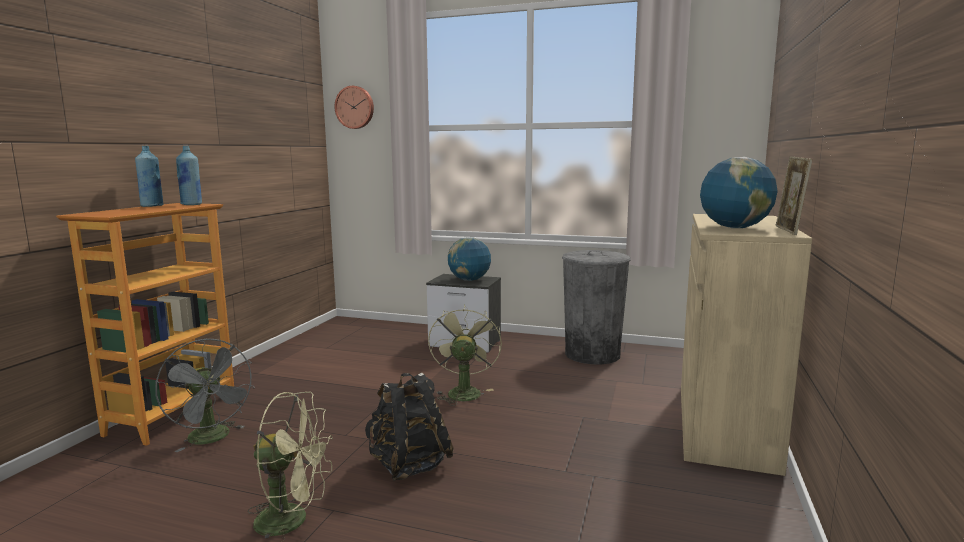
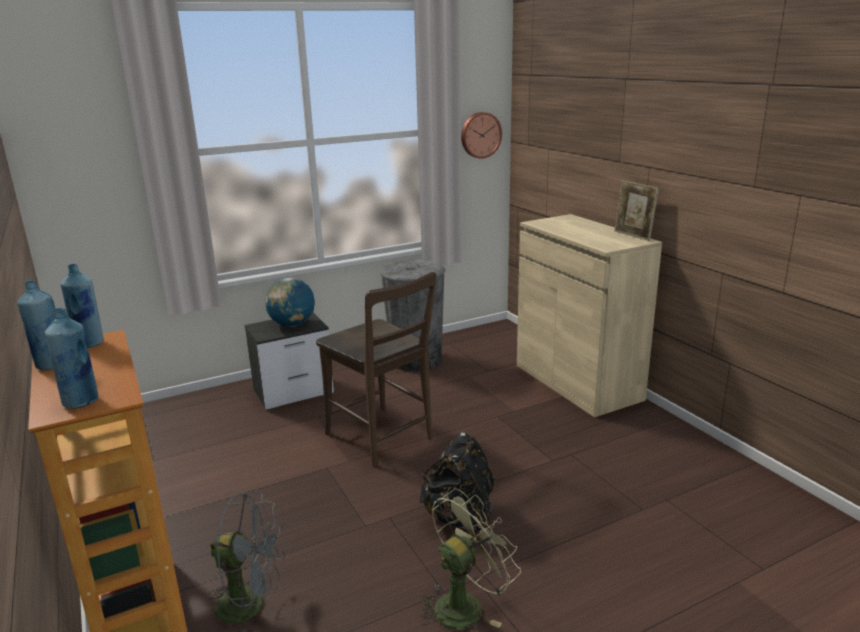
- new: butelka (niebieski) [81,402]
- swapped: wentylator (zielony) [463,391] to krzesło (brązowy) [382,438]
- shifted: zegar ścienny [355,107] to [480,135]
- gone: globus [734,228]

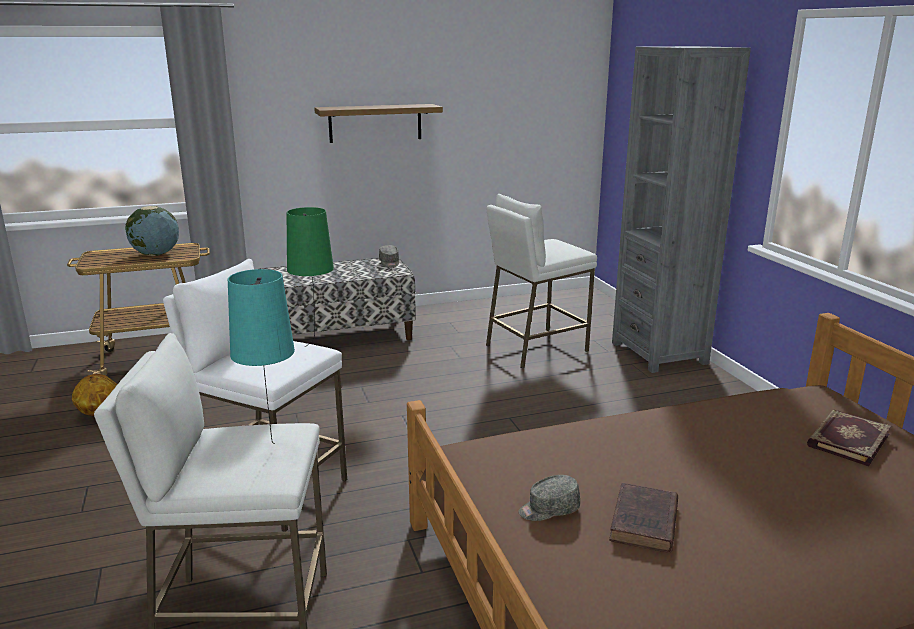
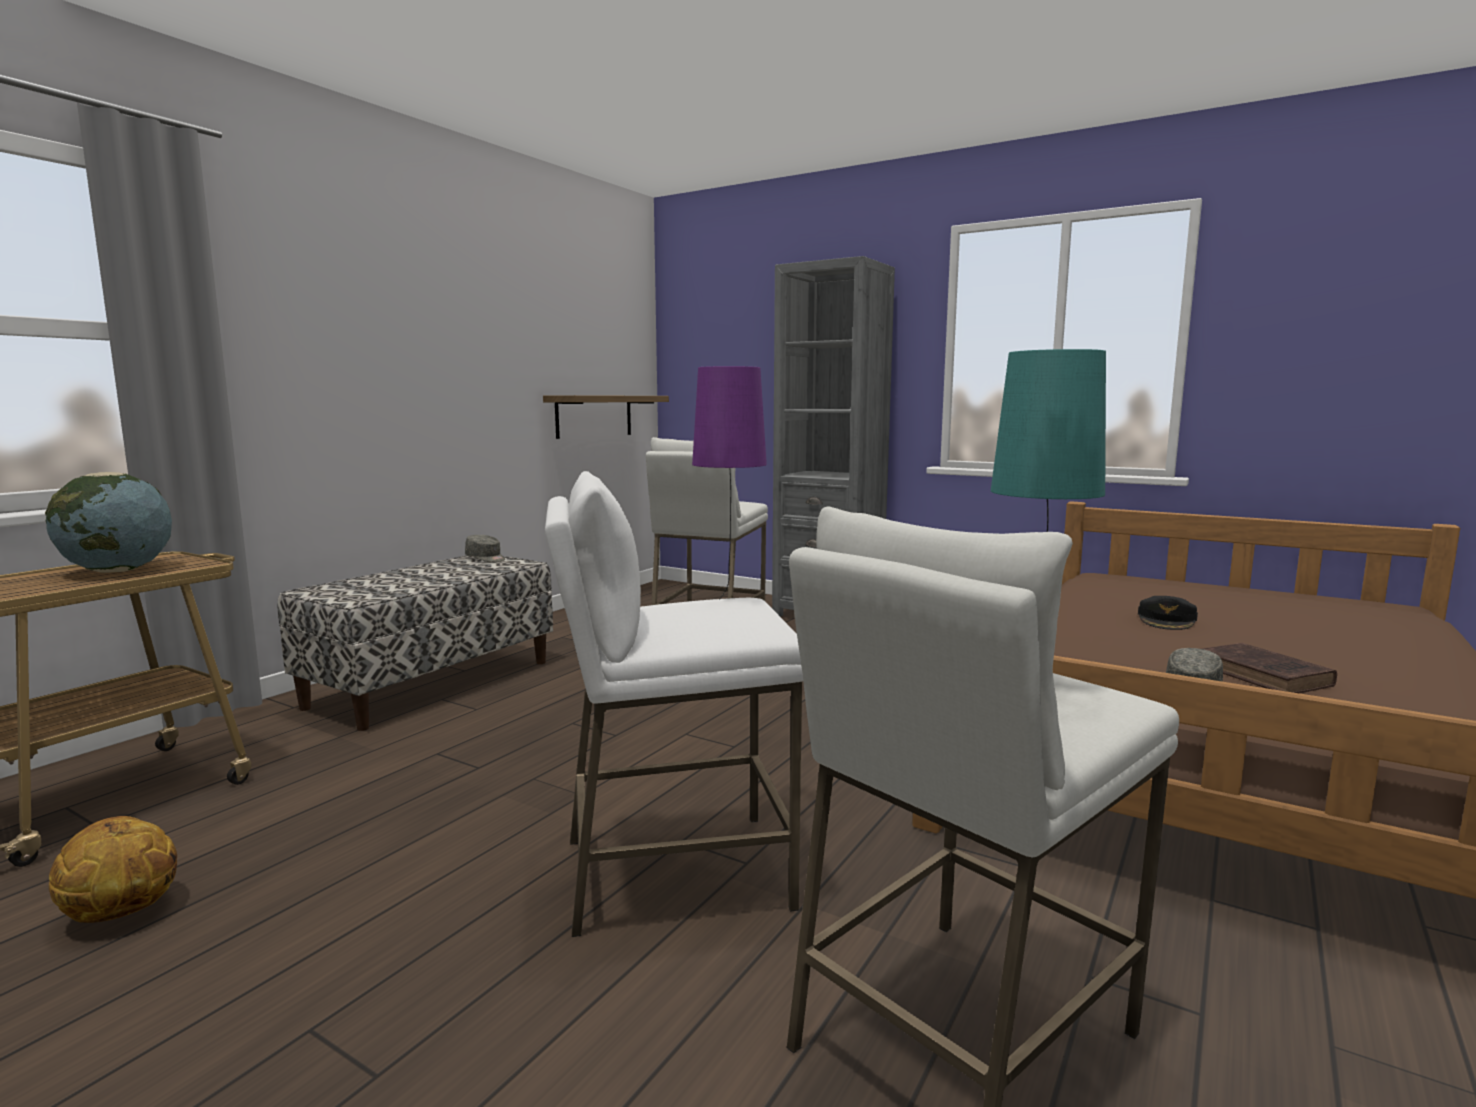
- shifted: półka [375,123] to [594,416]
- repainted: lampa stołowa (zielony) [316,345] to lampa stołowa (fioletowy) [729,595]
- new: czapka z daszkiem (czarny) [1167,620]
- gone: książka [846,439]

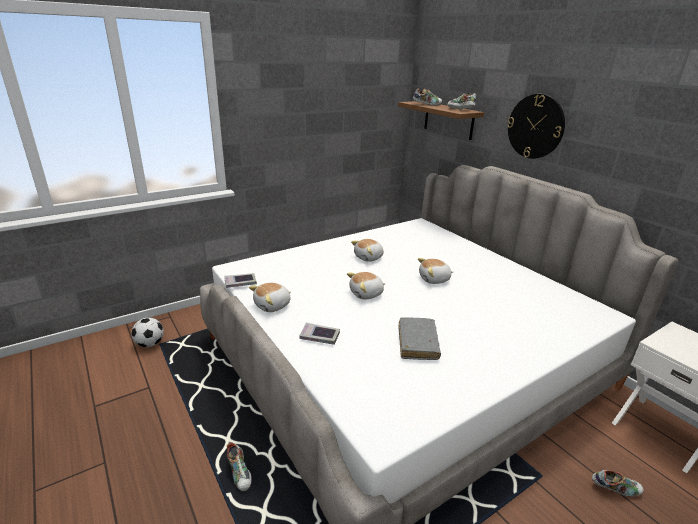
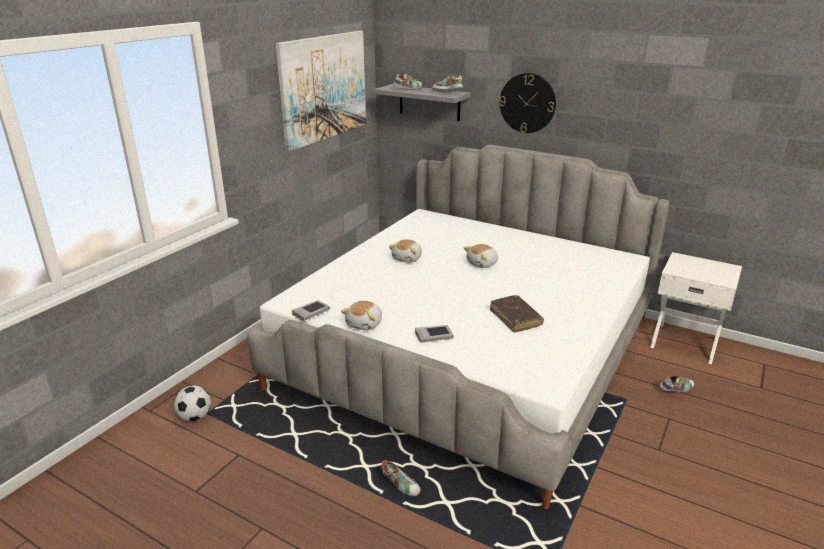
- new: obraz [324,88]
- repainted: półka (brązowy) [448,120] to półka (szary) [429,102]
- repainted: książka (szary) [417,343] to książka (brązowy) [515,318]
- gone: pluszak [366,294]

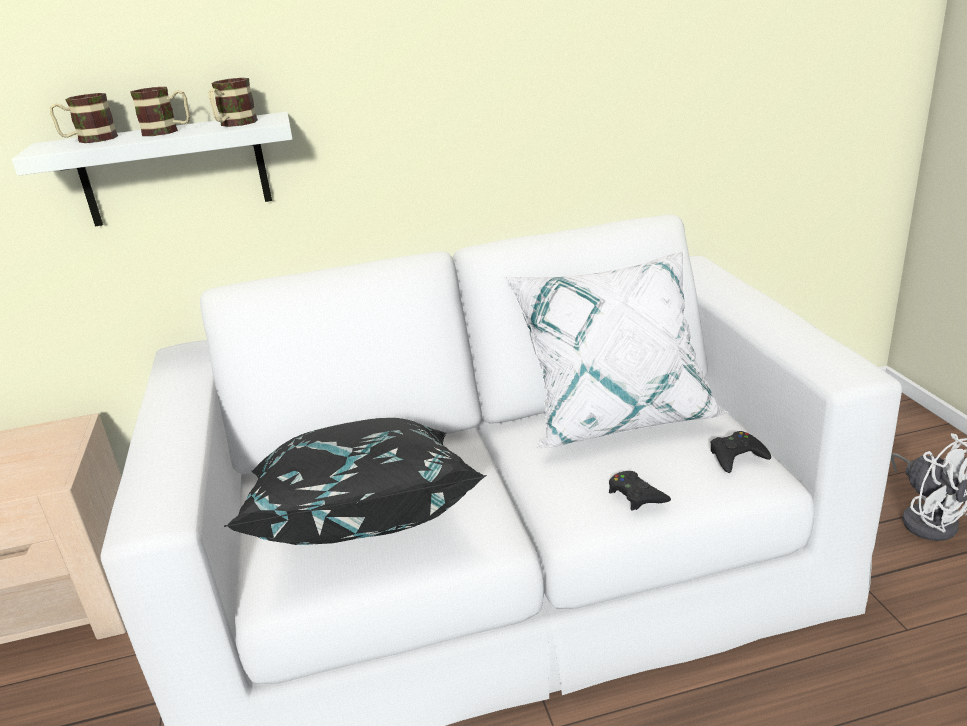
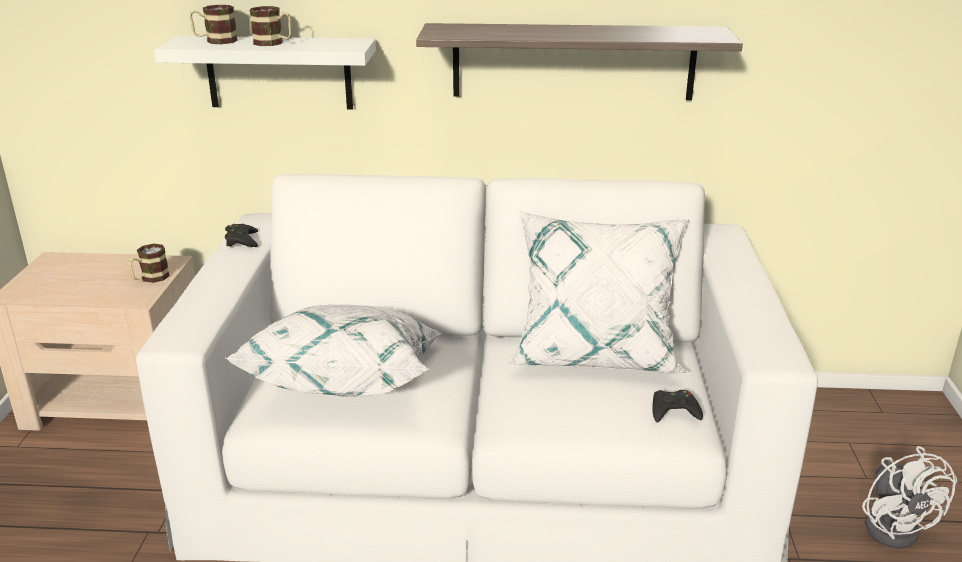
- shifted: kubek [234,124] to [150,278]
- shifted: pad do gier (czarny) [636,495] to [242,240]
- repainted: poduszka (czarny) [362,513] to poduszka (biały) [347,380]
- new: półka [573,61]

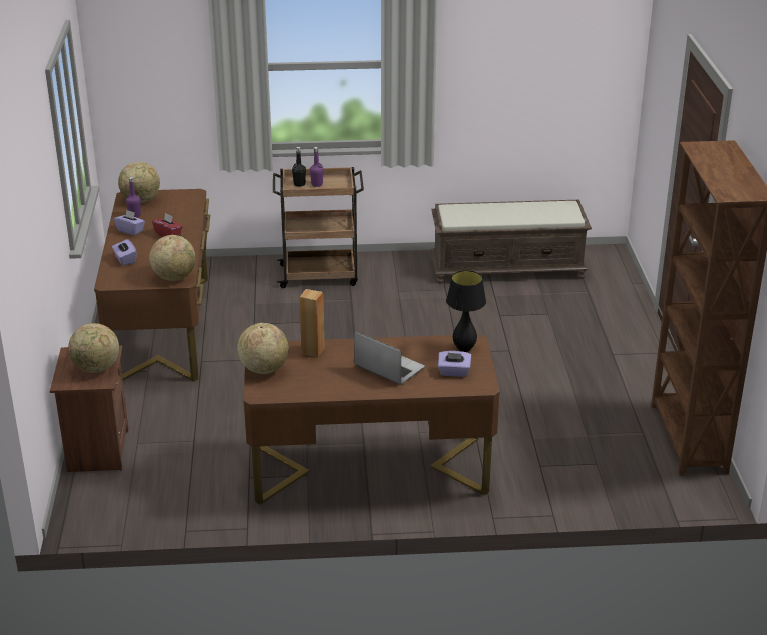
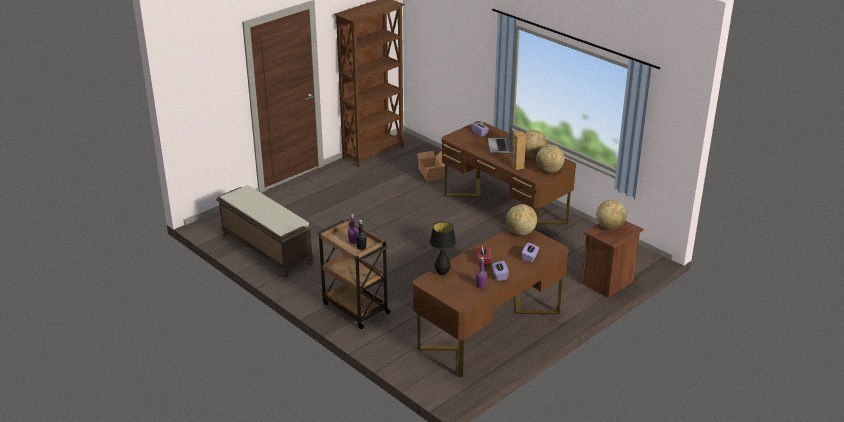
- new: karton [432,173]
- shifted: lampa stołowa (czarny) [464,349] to [442,273]
- shifted: globus [141,200] to [532,155]

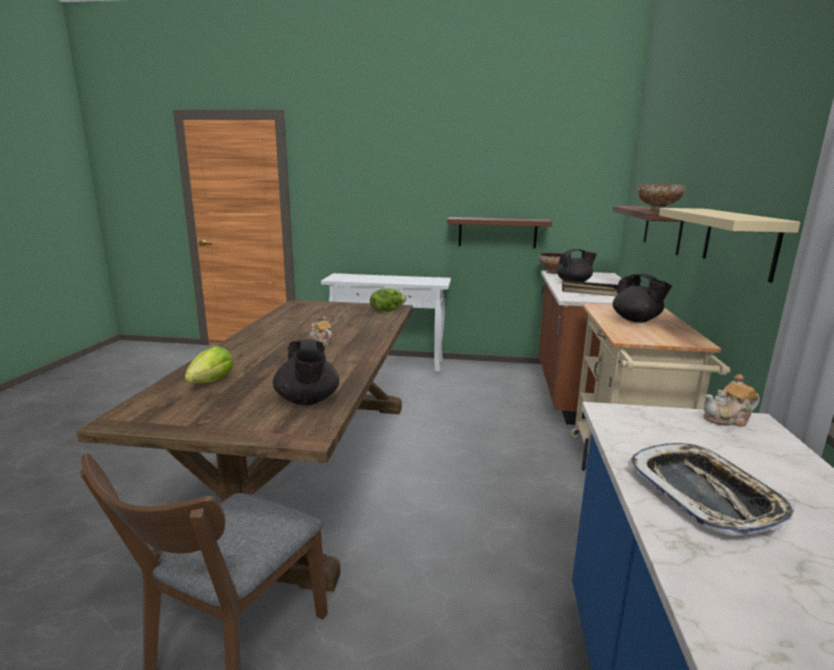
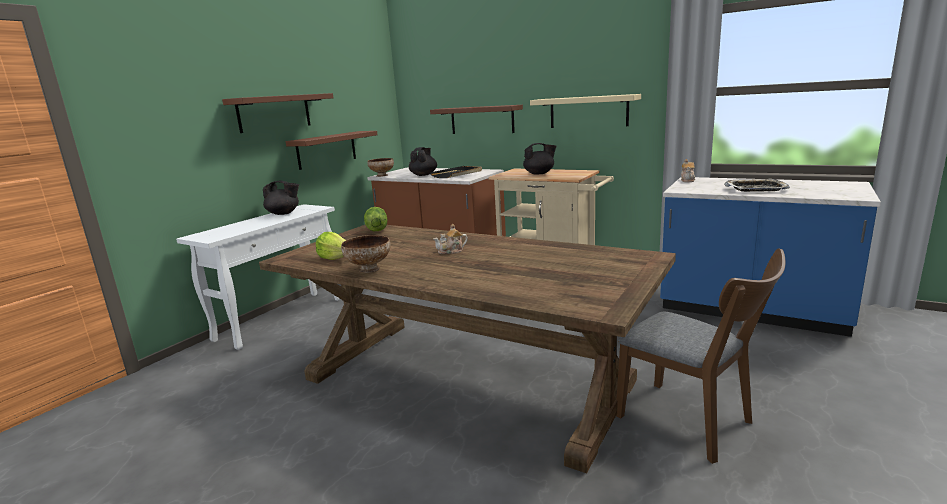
- new: półka (brązowy) [274,113]
- shifted: imbryk (czarny) [307,401] to [284,213]
- shifted: sałata [212,382] to [335,259]
- shifted: miska [657,211] to [368,269]

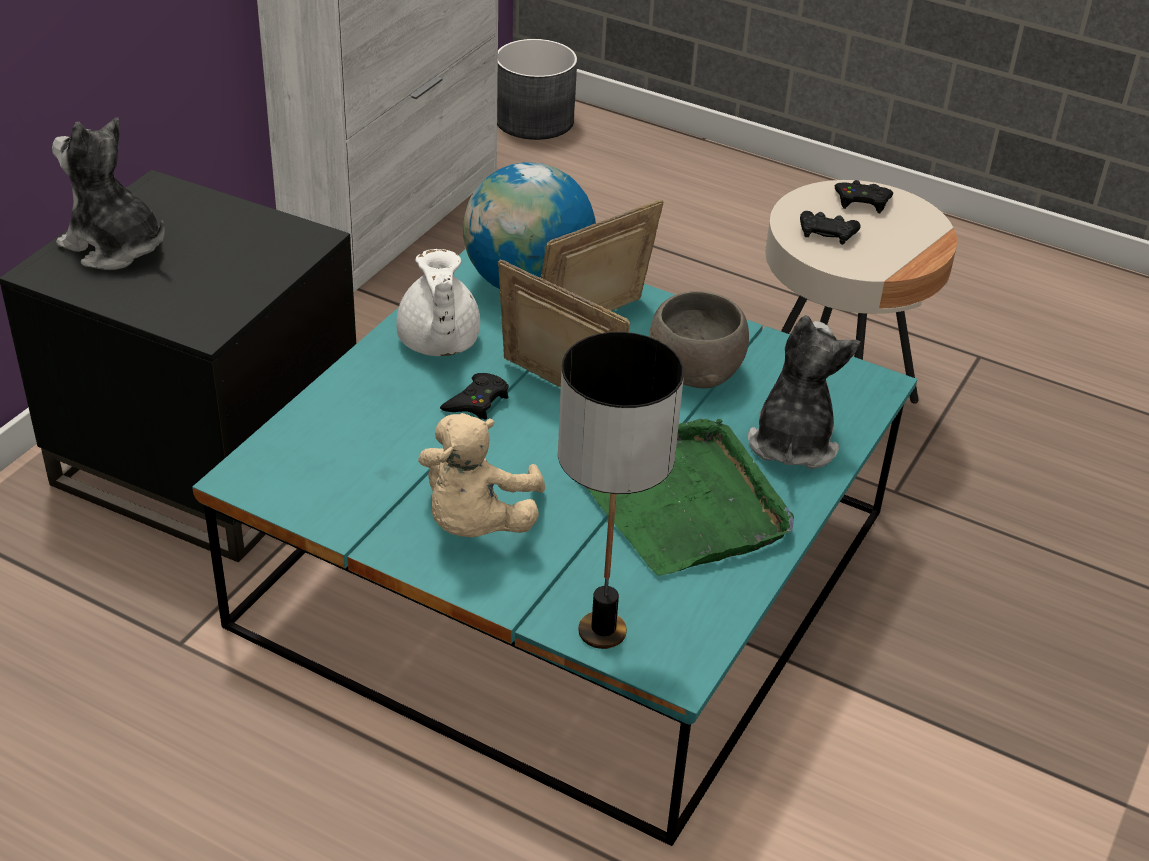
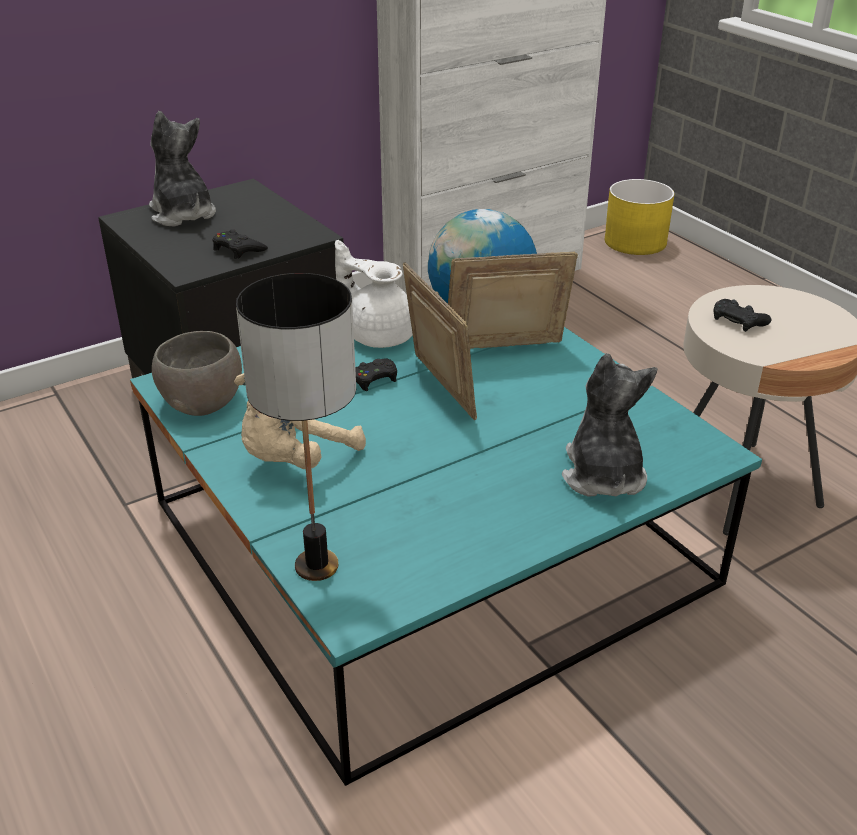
- shifted: miska (szary) [694,371] to [201,401]
- shifted: pad do gier (czarny) [862,201] to [238,249]
- rotated: imbryk (biały) [437,343] = [379,334] 105 degrees clockwise
- rotated: pluszak [792,442] = [602,475] 45 degrees counterclockwise
- repainted: donica (szary) [534,120] to donica (żółty) [635,242]
- gone: taca (zielony) [682,501]

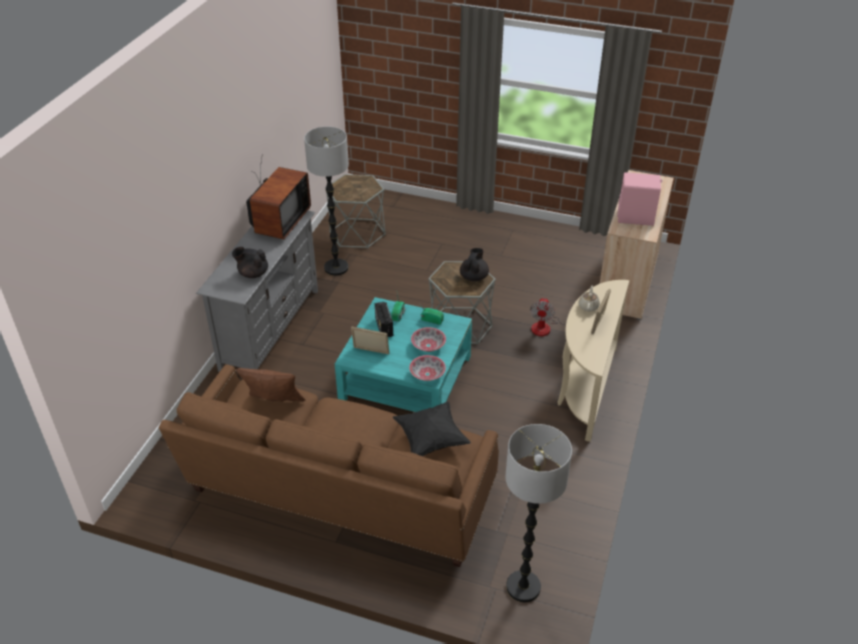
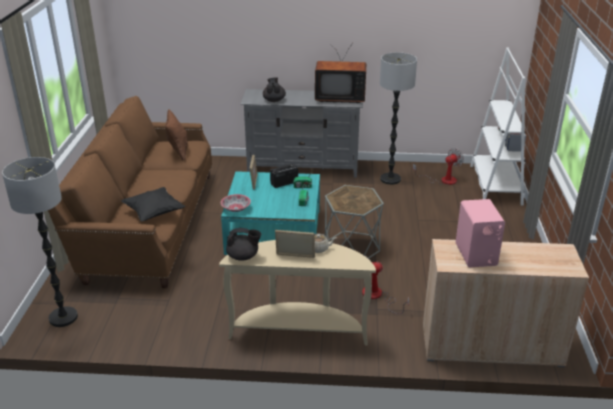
- shifted: imbryk (czarny) [474,277] to [243,257]
- swapped: stolik (szary) [357,233] to wentylator [442,180]
- new: regał (biały) [495,185]
- gone: miska [428,346]

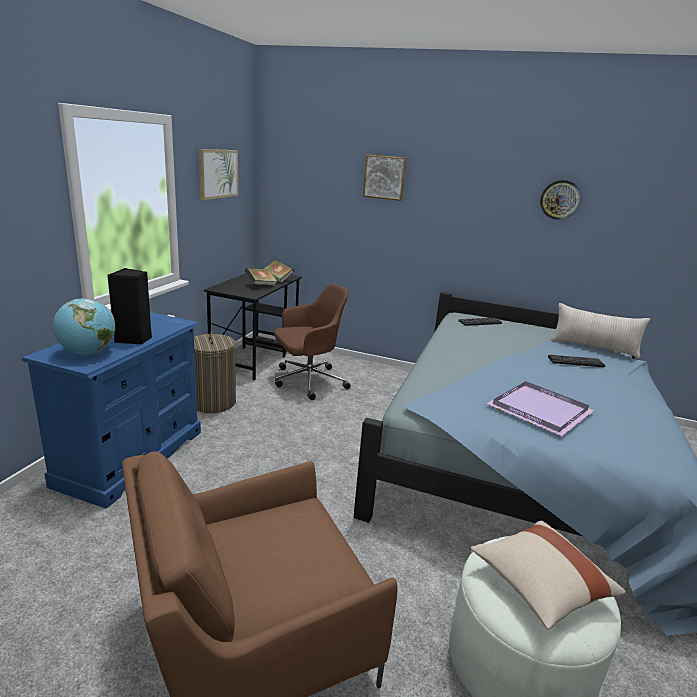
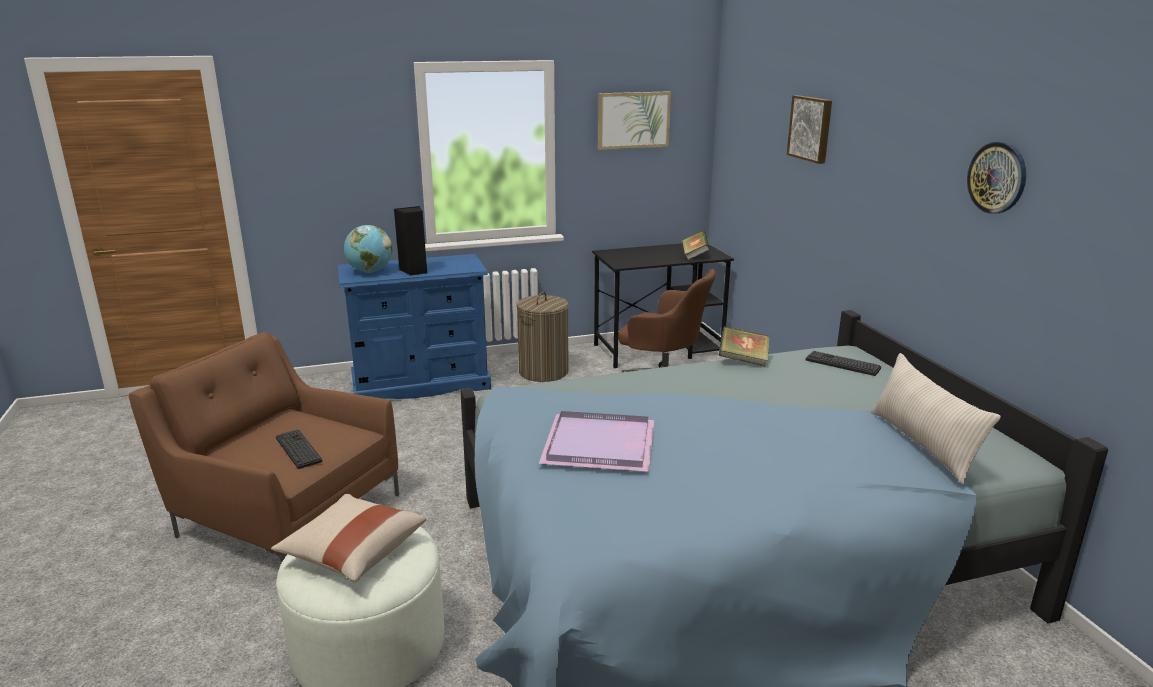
- shifted: klawiatura [575,362] to [298,449]
- shifted: książka [261,285] to [743,360]

